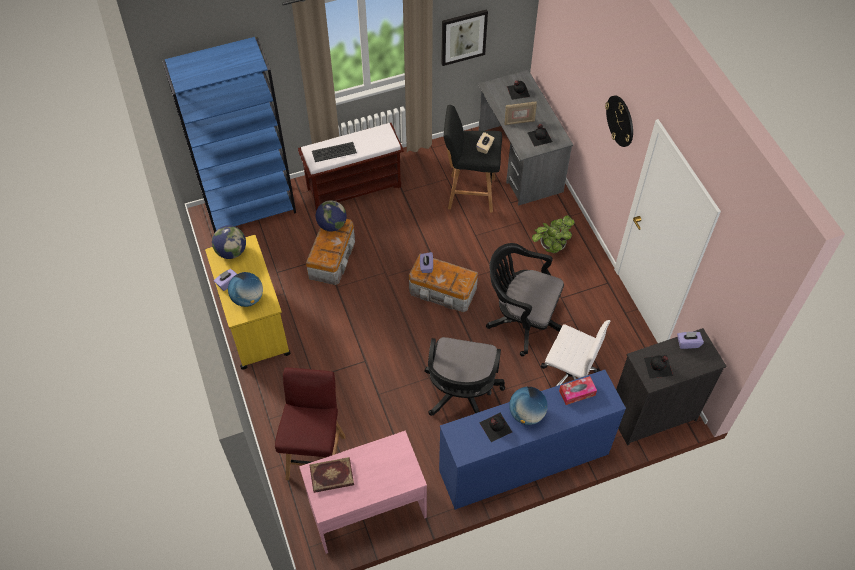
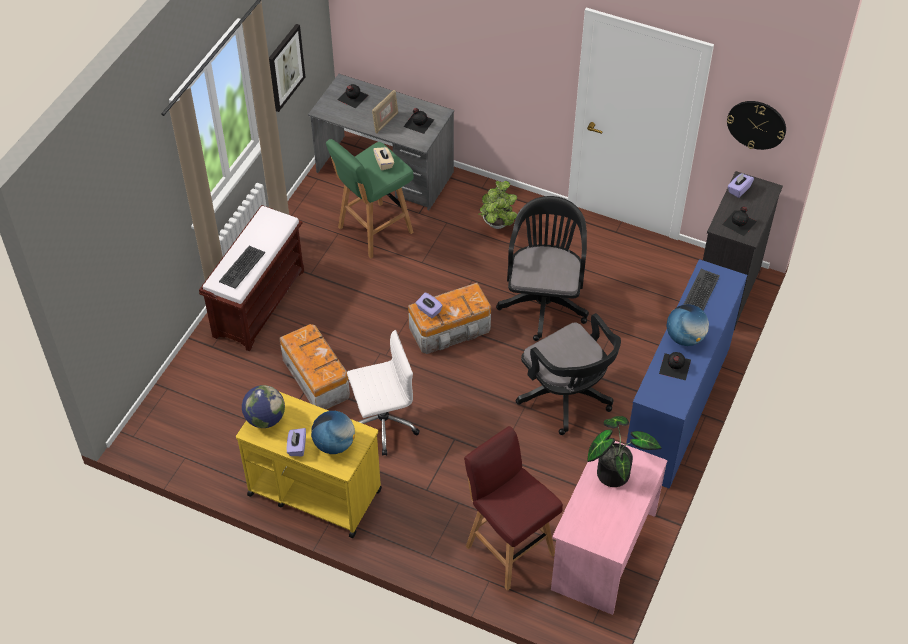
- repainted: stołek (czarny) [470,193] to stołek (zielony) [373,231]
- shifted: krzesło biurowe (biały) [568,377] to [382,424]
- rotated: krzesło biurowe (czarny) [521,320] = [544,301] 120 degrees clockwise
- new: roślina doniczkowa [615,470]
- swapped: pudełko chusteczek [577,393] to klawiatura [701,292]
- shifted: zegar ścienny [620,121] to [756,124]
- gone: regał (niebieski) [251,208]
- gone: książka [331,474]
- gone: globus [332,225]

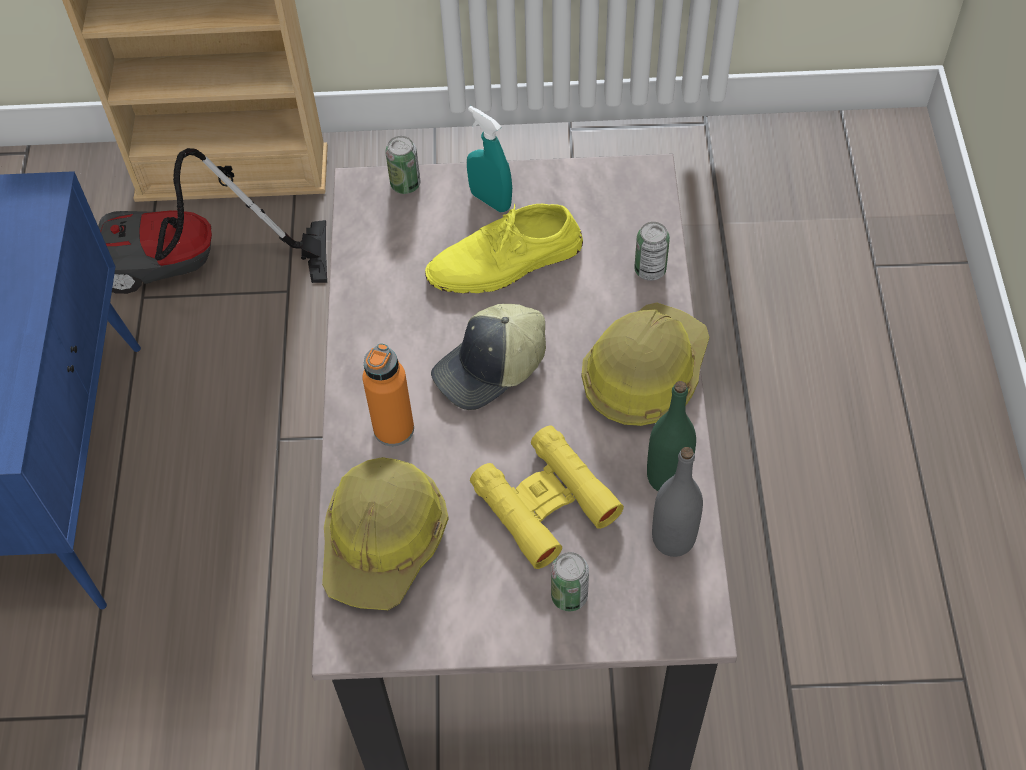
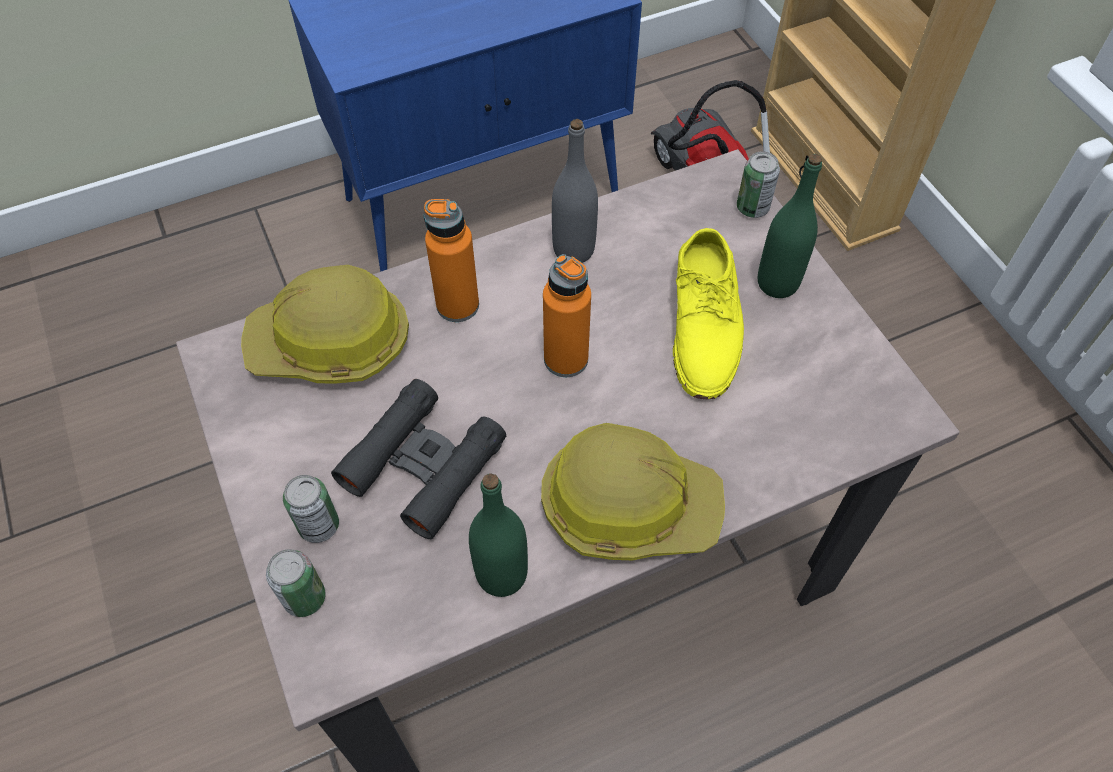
- shifted: puszka [650,270] to [304,598]
- repainted: lornetka (żółty) [545,502] to lornetka (czarny) [423,464]
- swapped: czapka z daszkiem [491,368] to butelka (pomarańczowy) [566,359]
- shifted: butelka (szary) [673,539] to [573,250]
- rotated: but (żółty) [505,262] = [705,324] 135 degrees counterclockwise
- swapped: spryskiwacz (turkusowy) [490,200] to butelka (zielony) [777,283]

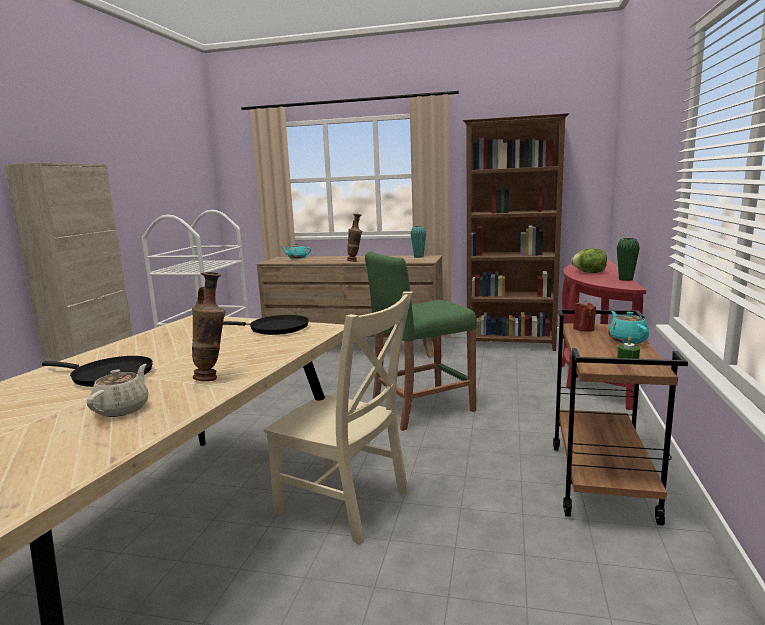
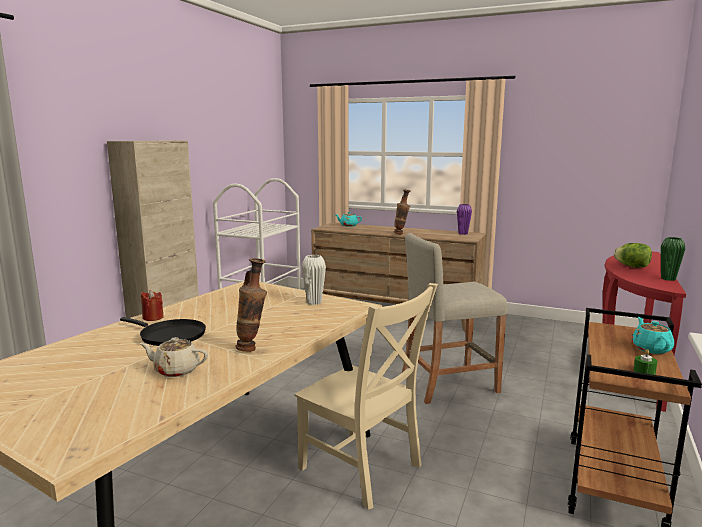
- rotated: imbryk (beżowy) [122,409] = [176,370] 105 degrees counterclockwise
- shifted: świeca (czerwony) [583,329] to [153,317]
- swapped: patelnia (czarny) [275,328] to wazon (biały) [314,302]
- repainted: stołek (zielony) [422,409] to stołek (beżowy) [448,384]
- repainted: wazon (turkusowy) [418,257] to wazon (fioletowy) [463,233]
- gone: regał (brązowy) [511,344]

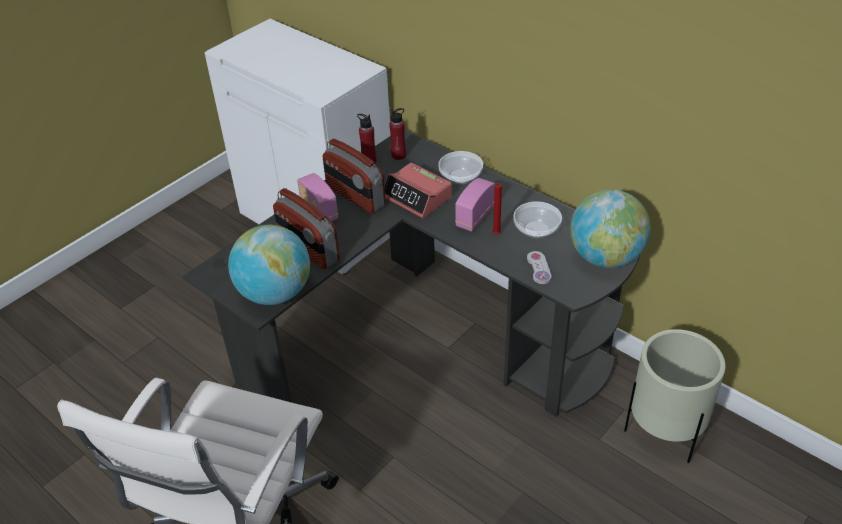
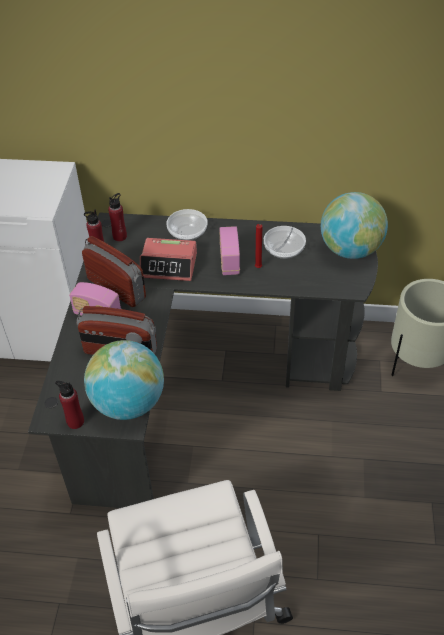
- new: butelka (czerwony) [75,421]
- rotated: radio [355,197] = [117,288] 150 degrees counterclockwise
- gone: pad do gier (biały) [538,268]

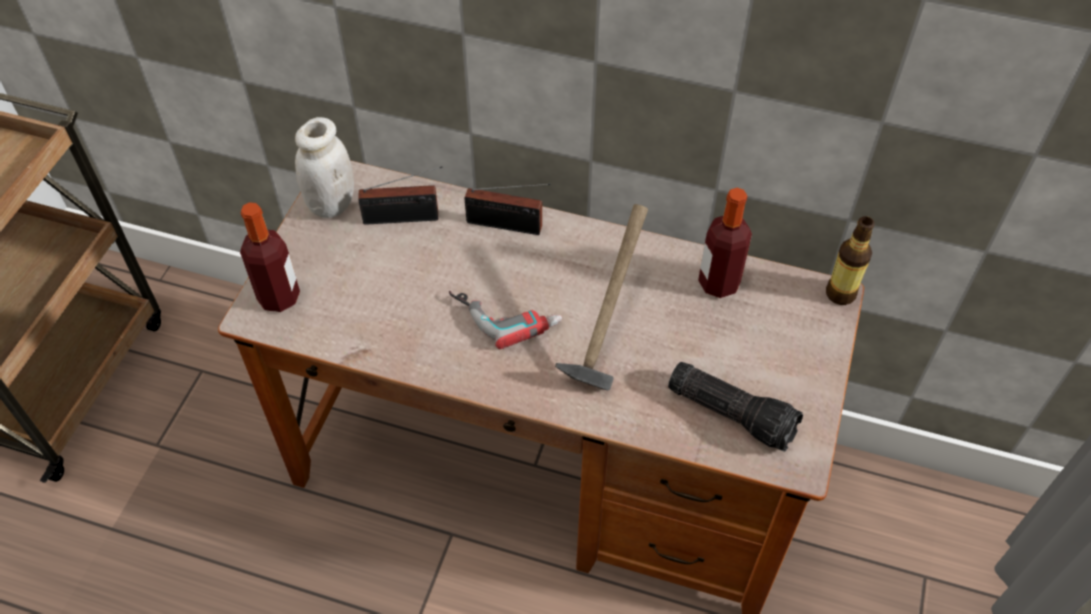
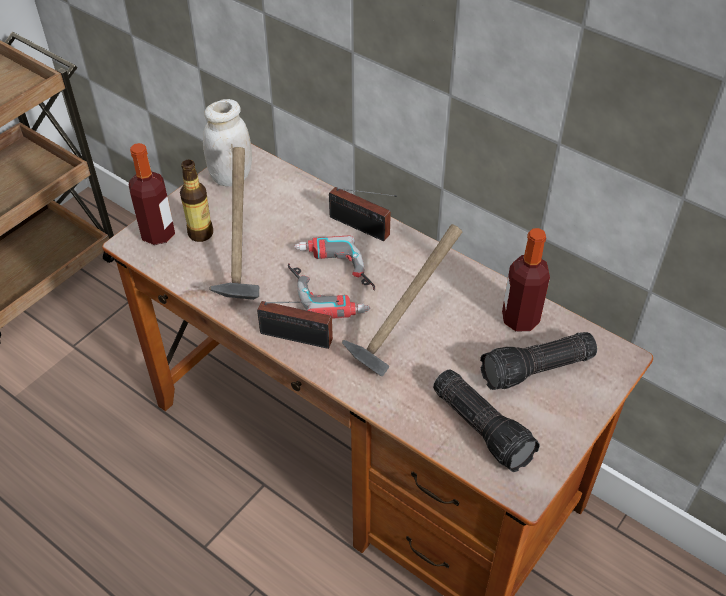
- shifted: butelka [840,293] to [200,233]
- new: młotek [240,261]
- shifted: radio [405,218] to [300,338]
- new: wiertarka [333,270]
- new: latarka [537,371]

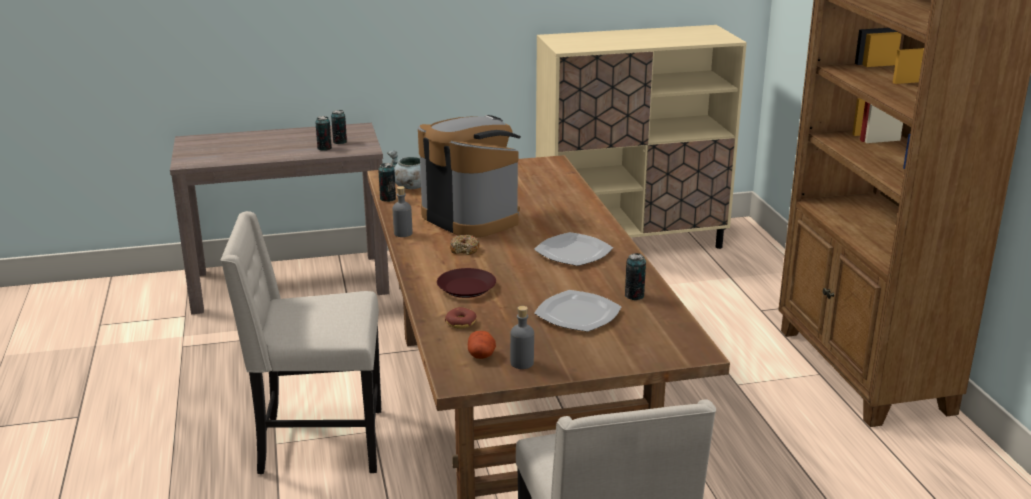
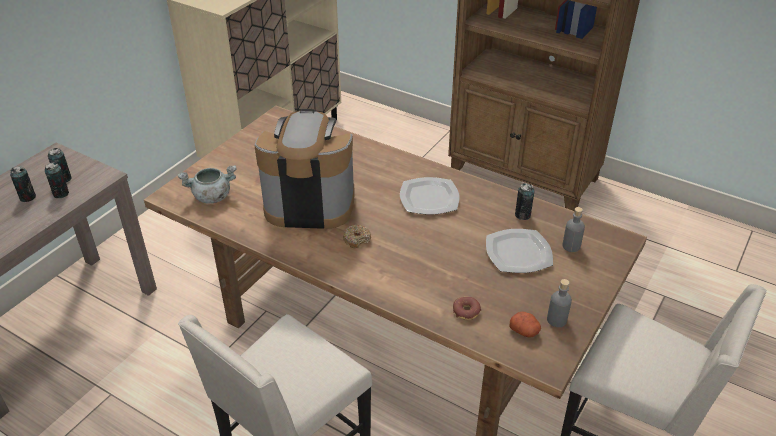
- shifted: puszka [387,199] to [27,197]
- shifted: butelka (szary) [403,233] to [571,246]
- gone: talerz (brązowy) [467,288]

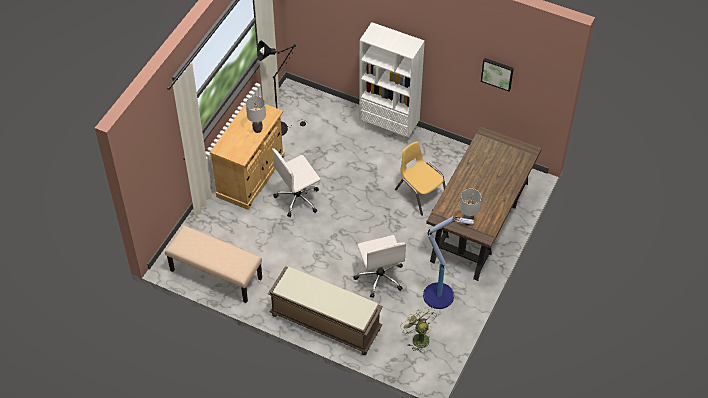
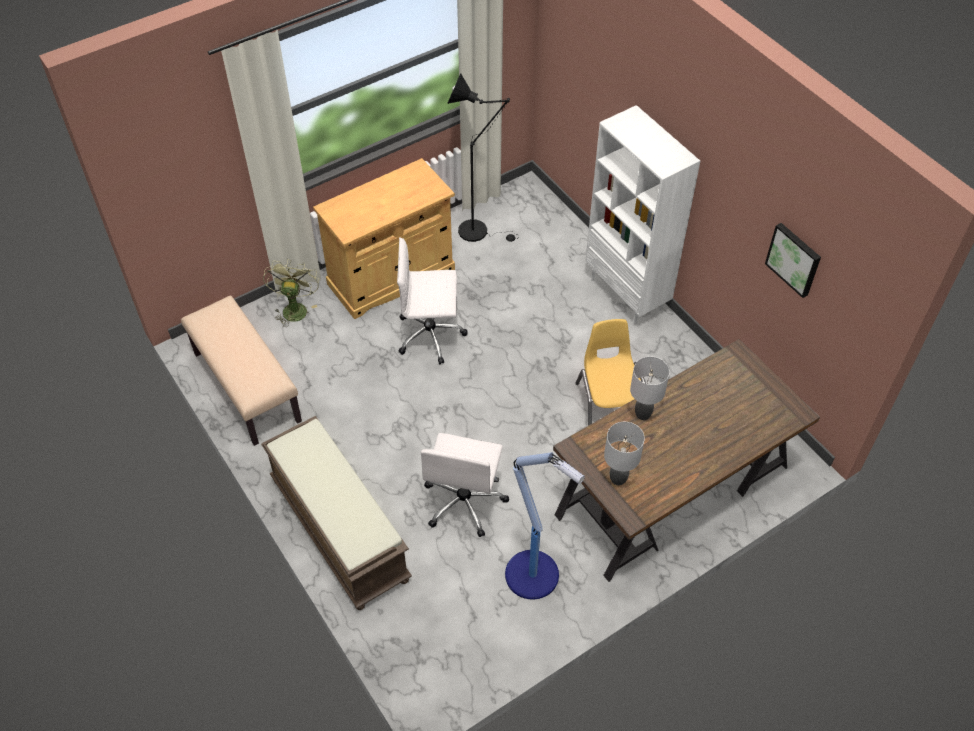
- shifted: wentylator (zielony) [418,338] to [294,308]
- shifted: lampa stołowa (szary) [258,130] to [643,414]

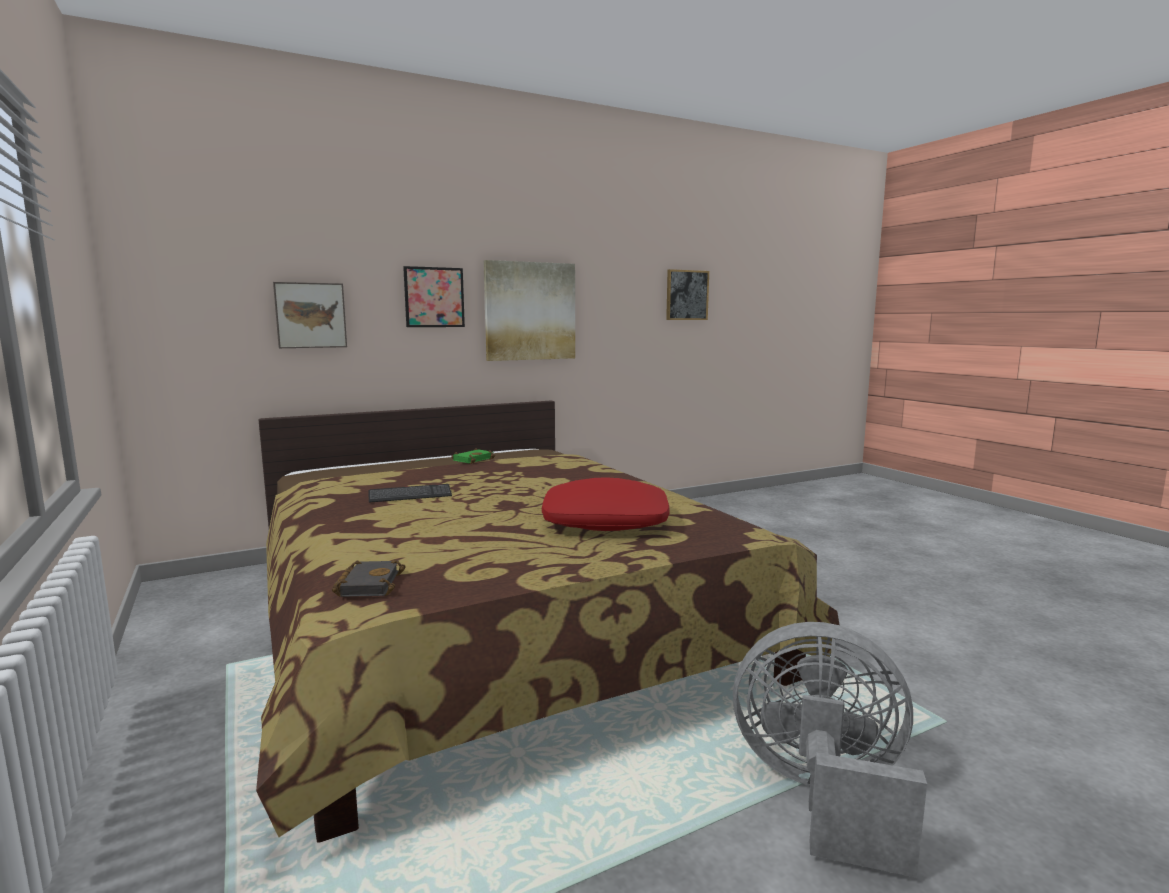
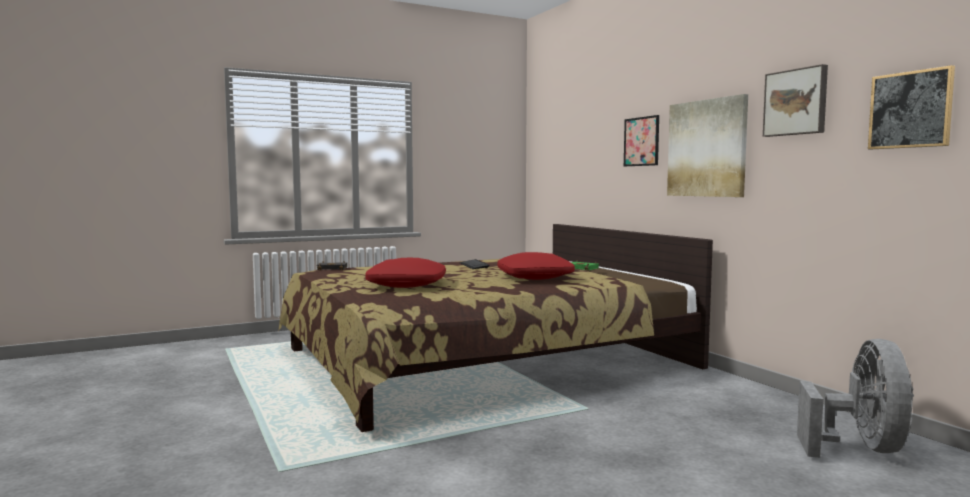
- new: poduszka (czerwony) [535,277]
- shifted: obraz [310,315] to [796,102]
- shifted: wentylator (szary) [821,796] to [861,448]

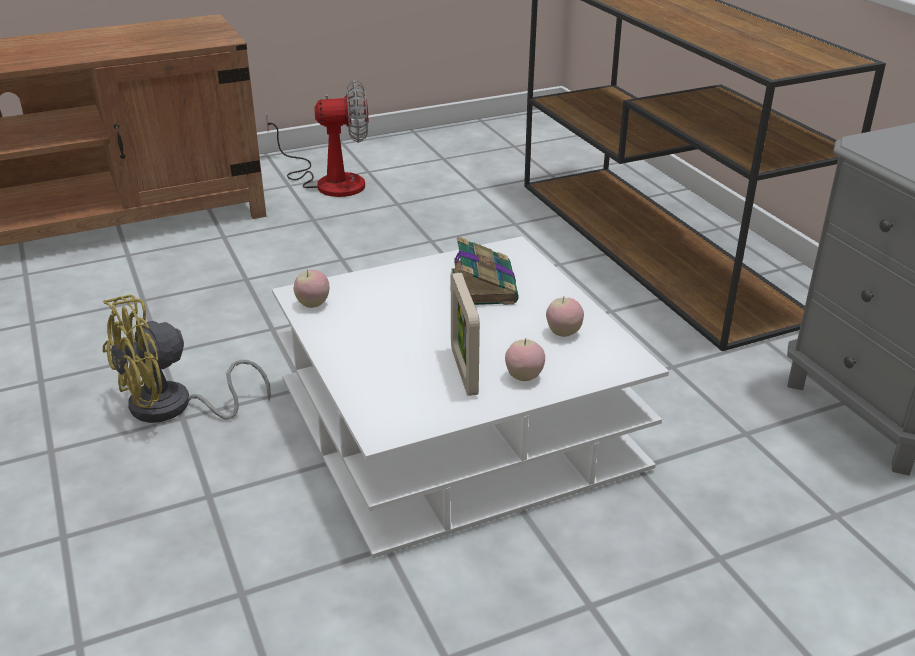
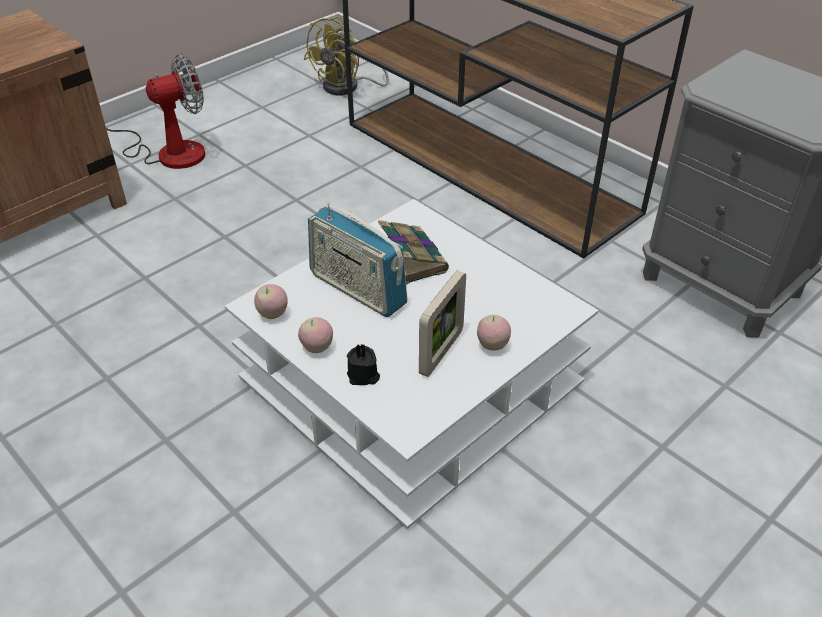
- shifted: jabłko [563,333] to [317,348]
- shifted: wentylator (żółty) [173,408] to [349,87]
- new: radio [357,289]
- new: świeca (czarny) [363,376]
- rotated: ramka na zdjęcie [464,371] = [441,352] 120 degrees counterclockwise

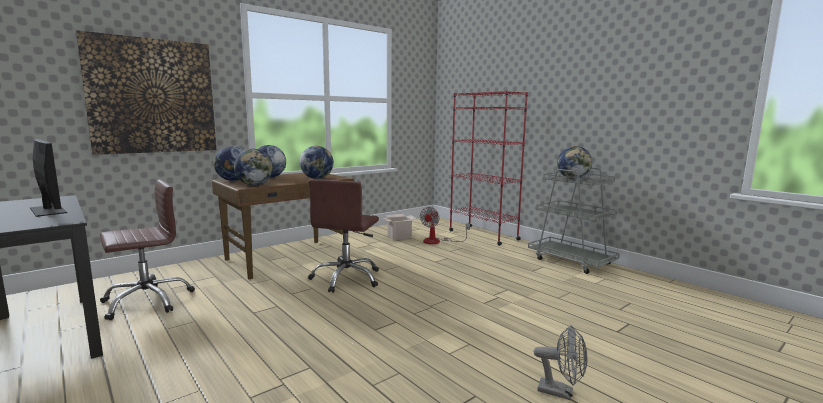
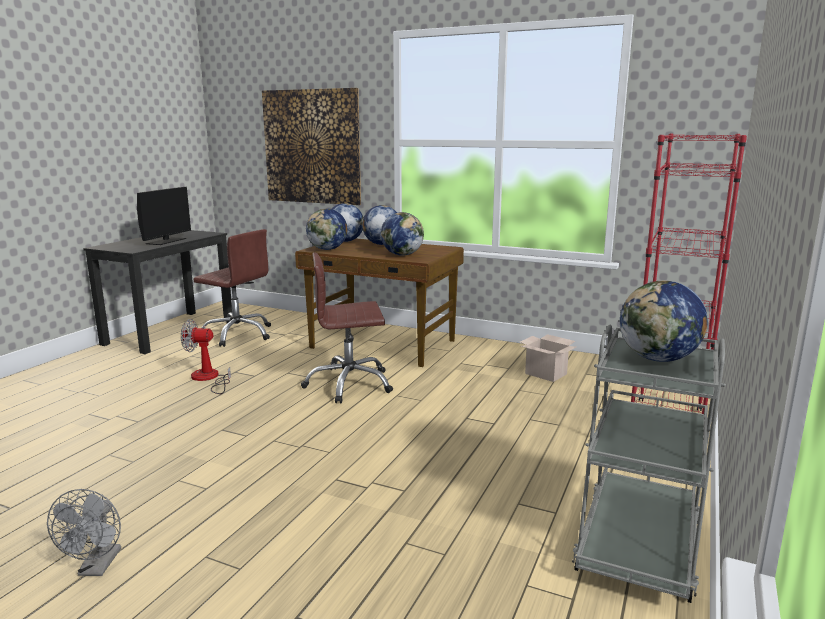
- shifted: wentylator [437,241] to [208,379]

